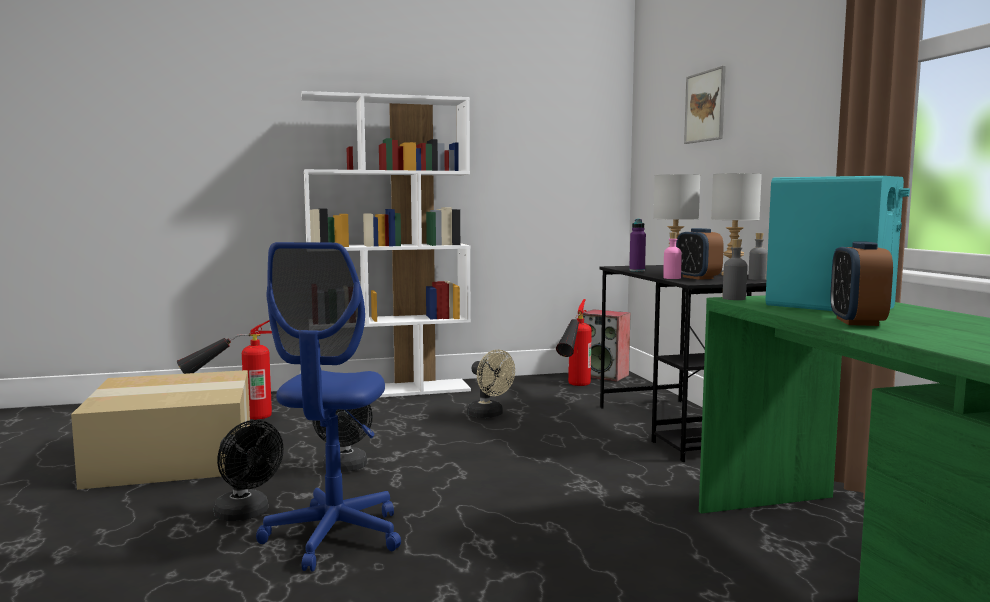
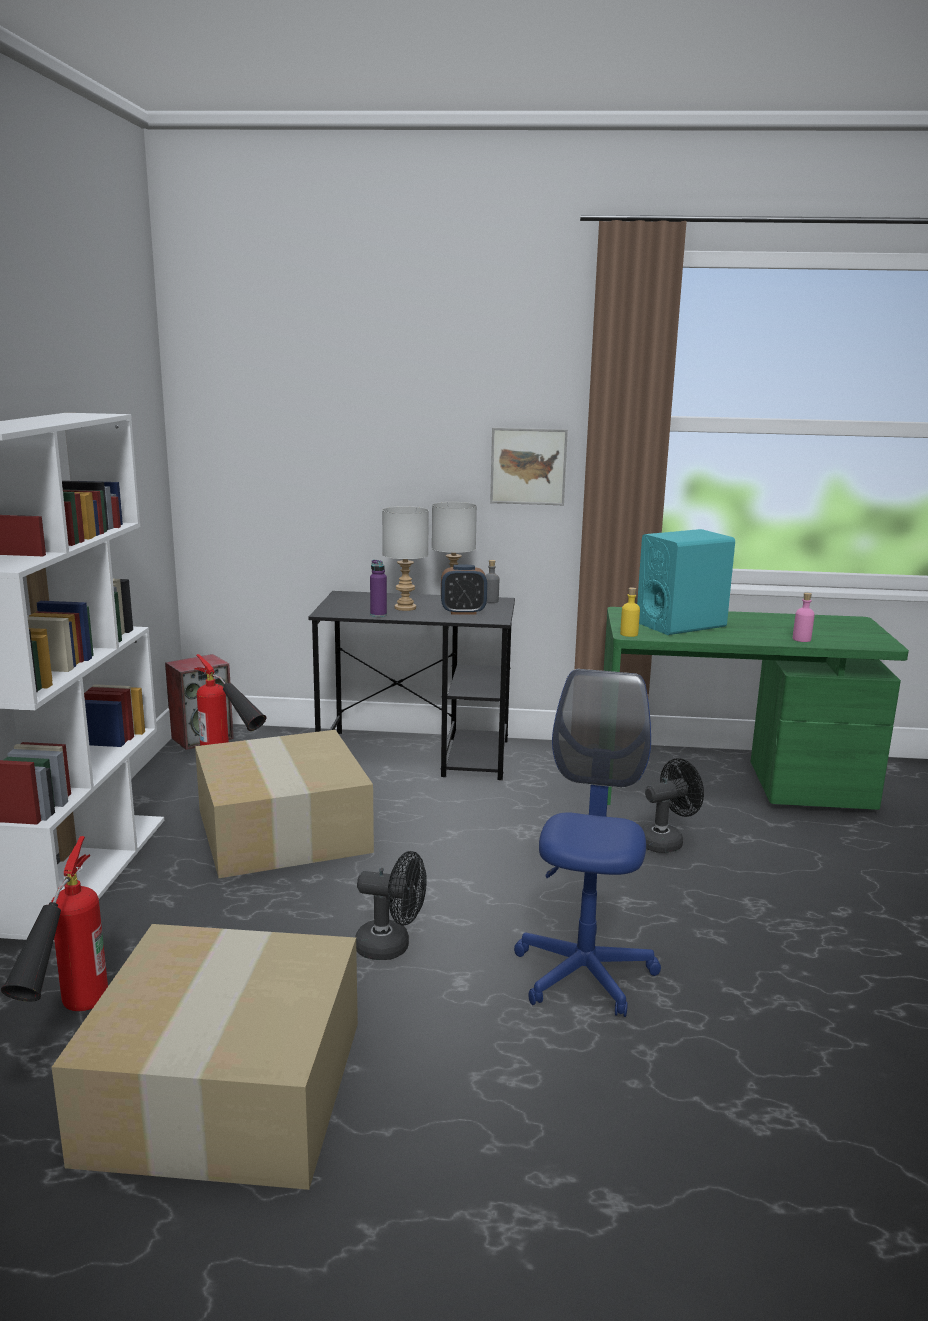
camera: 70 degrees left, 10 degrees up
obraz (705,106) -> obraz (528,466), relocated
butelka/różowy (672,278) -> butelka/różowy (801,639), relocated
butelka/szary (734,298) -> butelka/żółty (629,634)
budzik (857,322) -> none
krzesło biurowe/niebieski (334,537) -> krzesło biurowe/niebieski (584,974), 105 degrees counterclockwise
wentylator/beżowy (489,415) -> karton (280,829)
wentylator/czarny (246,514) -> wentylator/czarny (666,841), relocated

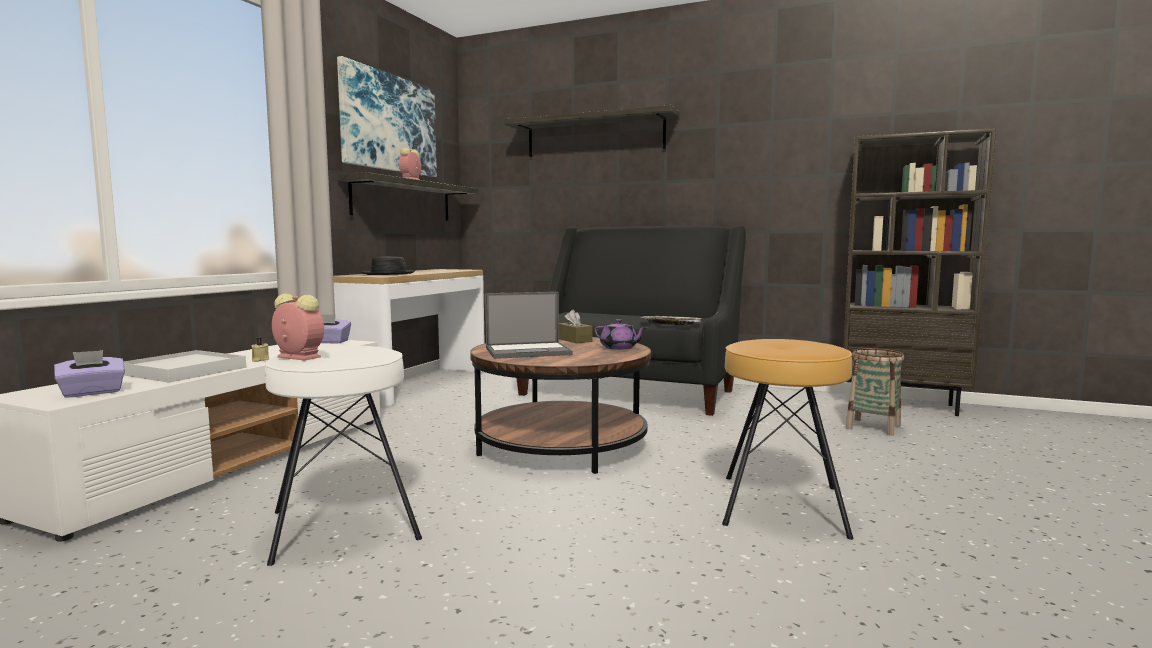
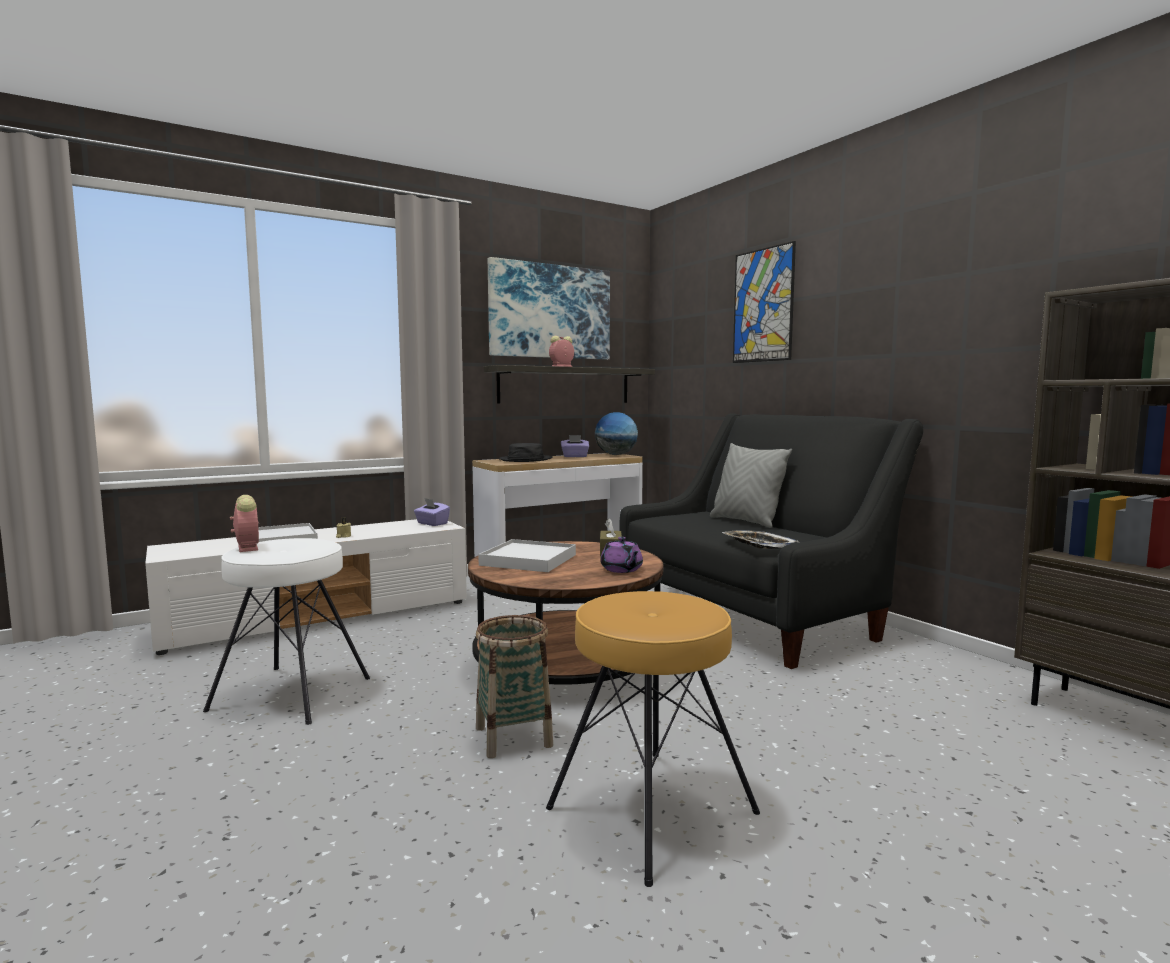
camera: 35 degrees right, 0 degrees up
półka (594,135) -> obraz (763,305)
laptop (529,351) -> taca/biały (529,560)
koszyk (873,427) -> koszyk (513,737), relocated
pudełko chusteczek/fioletowy (92,392) -> pudełko chusteczek/fioletowy (575,456), relocated
none -> globus (616,455)
none -> poduszka/szary (746,521)

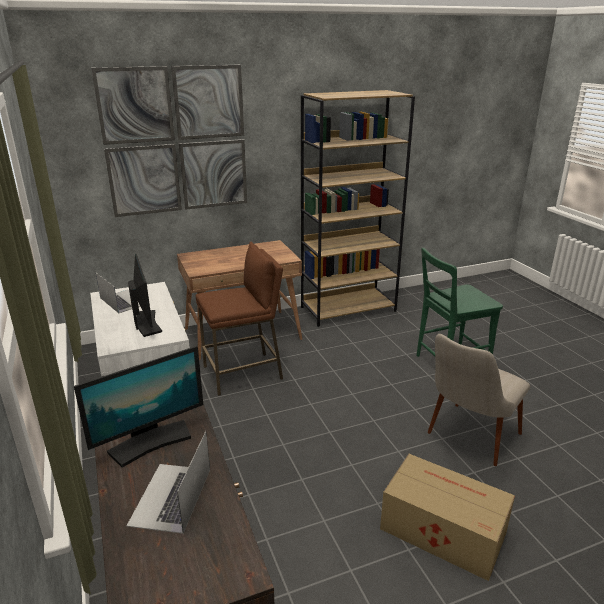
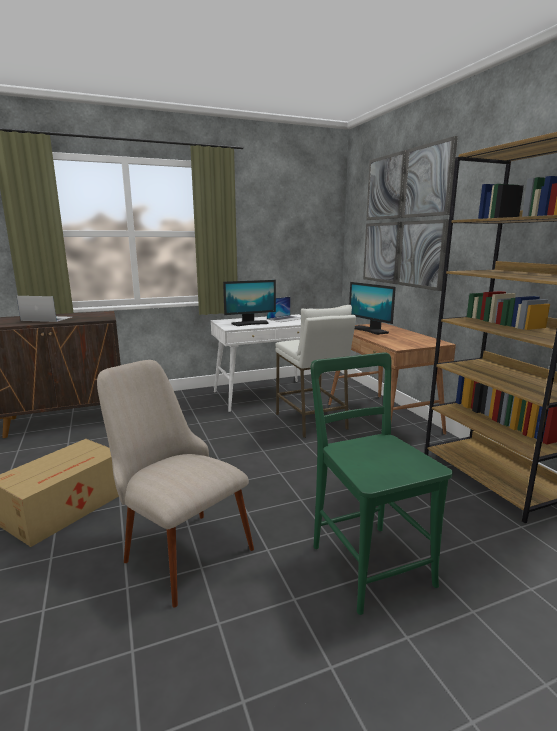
camera: 90 degrees right, 10 degrees down
stołek/brązowy (243,373) -> stołek/biały (311,421)
monitor (150,442) -> monitor (370,330), relocated

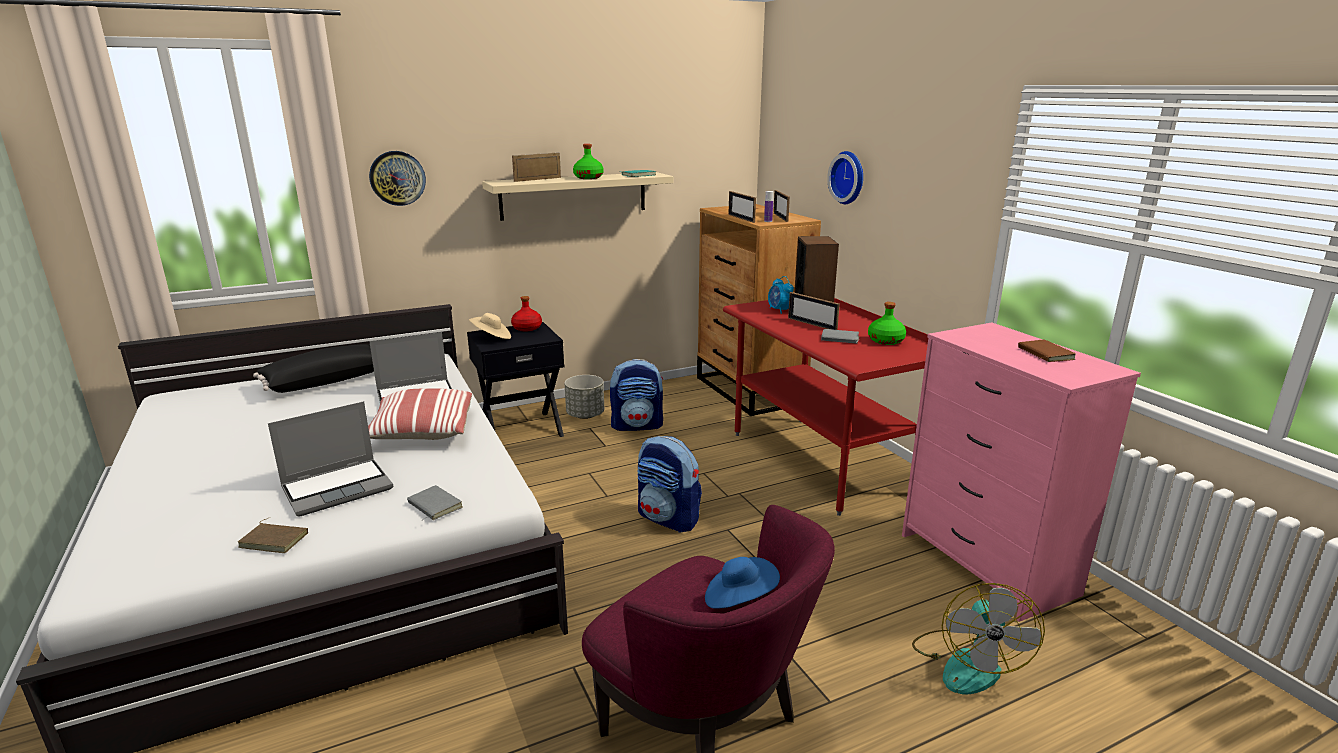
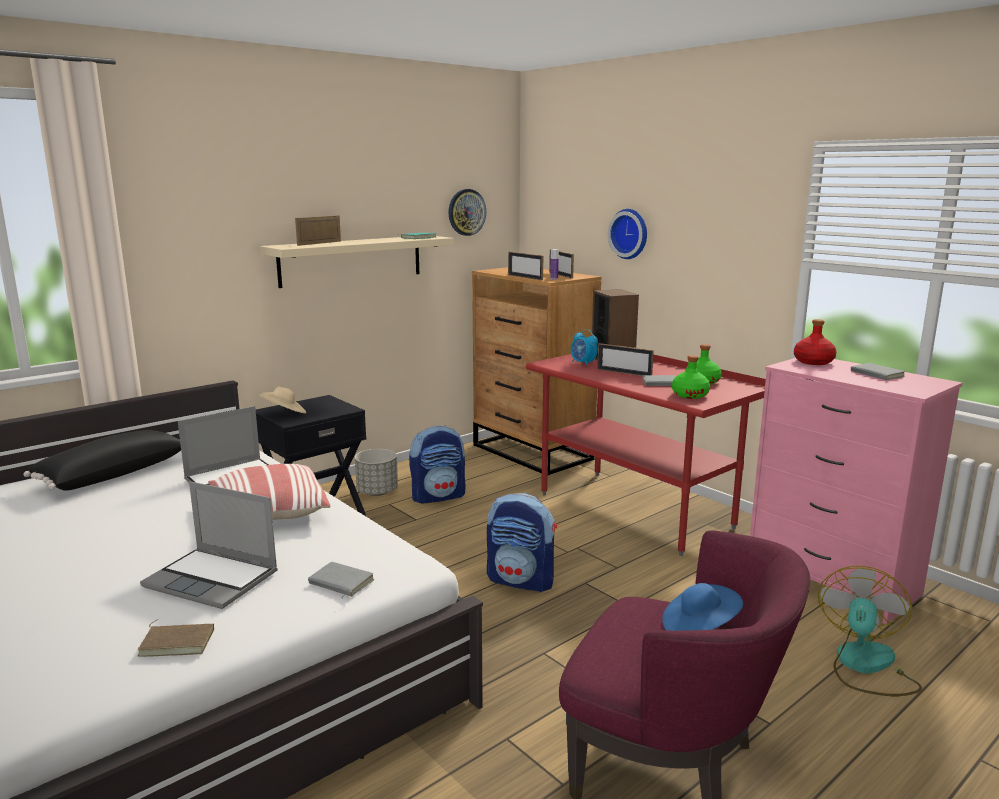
camera: 15 degrees left, 5 degrees down
butelka/zielony (588,178) -> butelka/zielony (690,395), relocated
zegar ścienny (397,178) -> zegar ścienny (466,212), relocated
butelka/czerwony (527,328) -> butelka/czerwony (814,362), relocated
książka/brązowy (1043,354) -> książka/szary (875,374)
laptop (338,488) -> laptop (214,579), 75 degrees clockwise
wentylator (967,662) -> wentylator (865,666), 150 degrees counterclockwise

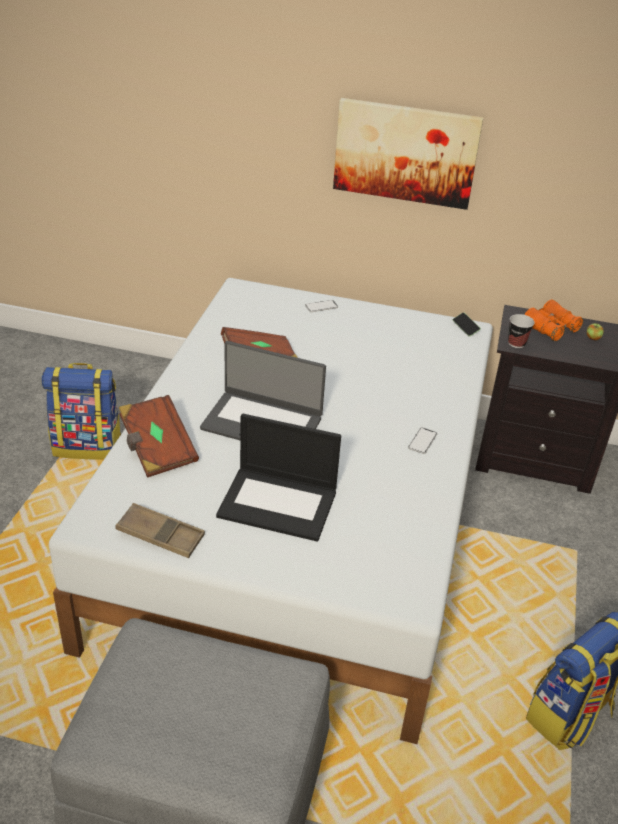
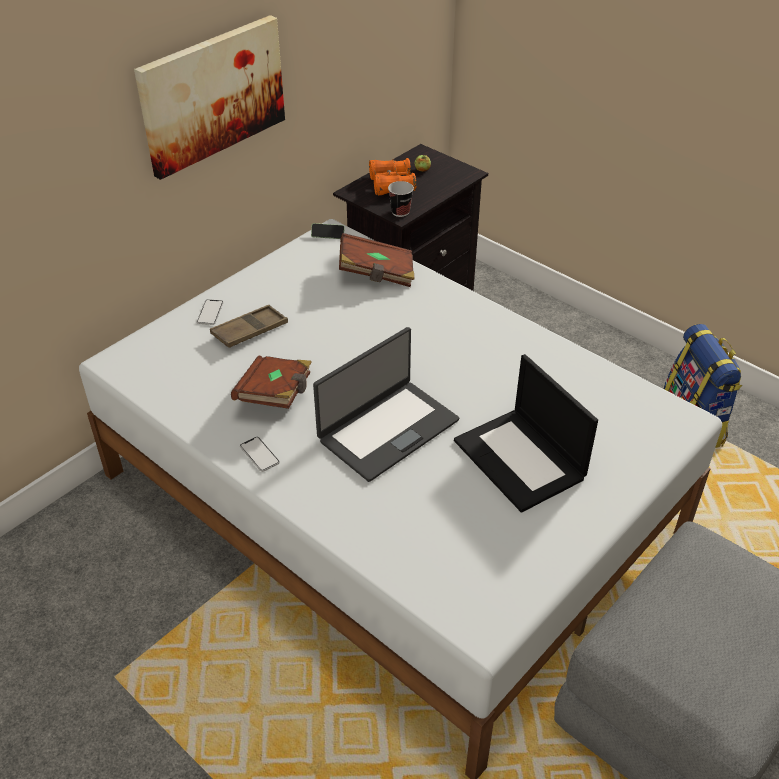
camera: 60 degrees left, 5 degrees up
plecak (88,446) -> none
książka/brązowy (157,449) -> książka/brązowy (376,274), relocated
laptop (279,503) -> laptop (521,460), 105 degrees clockwise
telefon (422,441) -> telefon (259,455), relocated
taca/brązowy (160,535) -> taca/brązowy (250,331), relocated

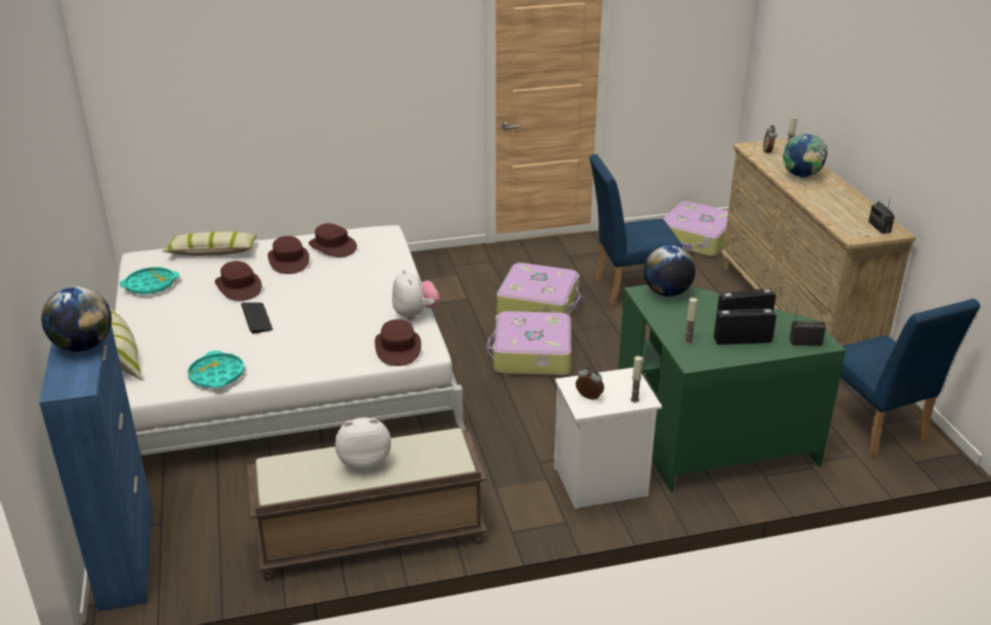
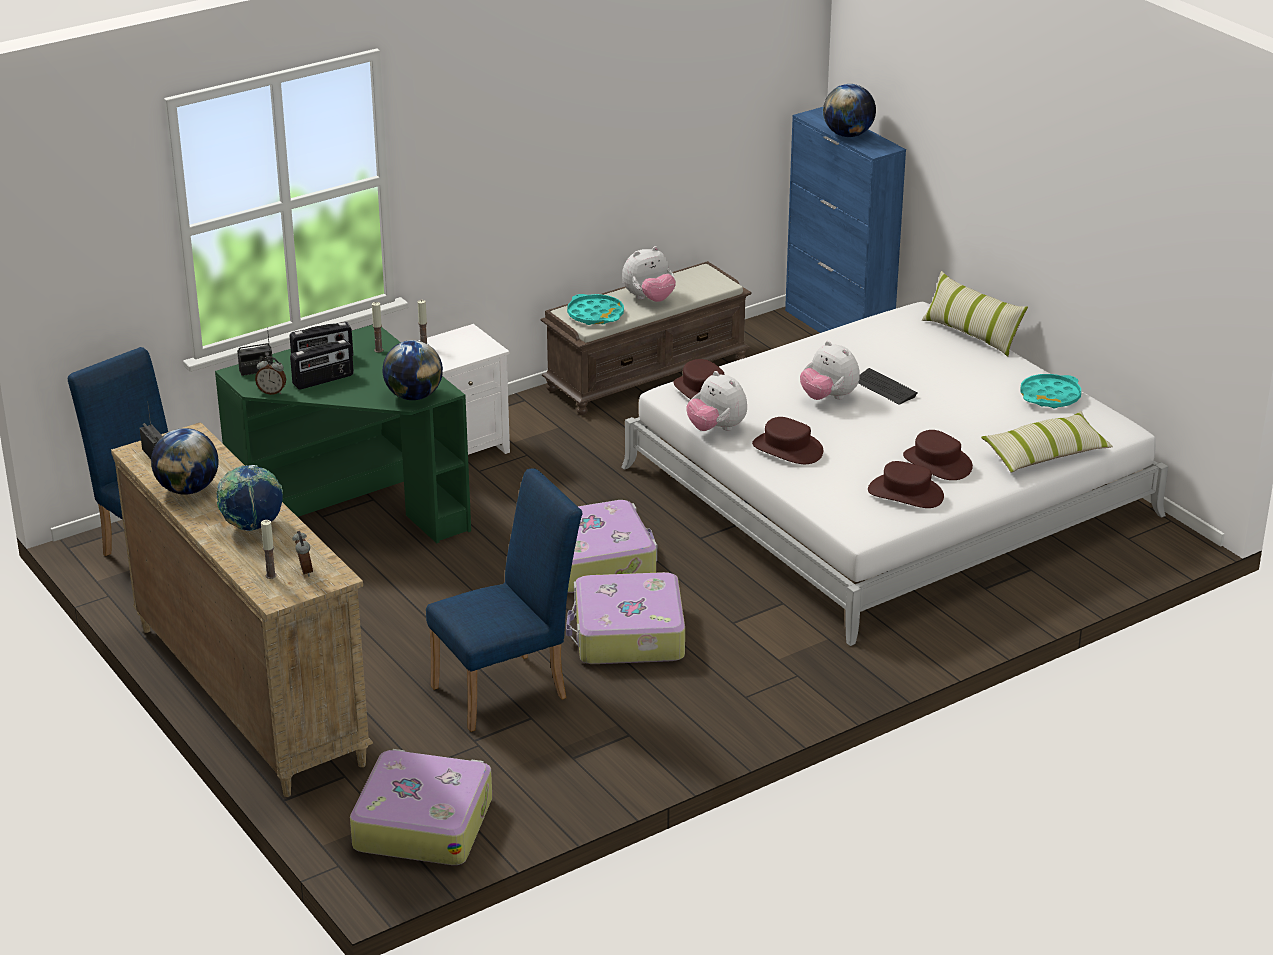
camera: 160 degrees right, 0 degrees up
kapelusz/brązowy (239,287) -> kapelusz/brązowy (787,449), relocated
taca/turkusowy (217,375) -> taca/turkusowy (595,315), relocated
budzik (588,398) -> budzik (272,392), relocated
none -> pluszak (828,397)
none -> globus (188,489)

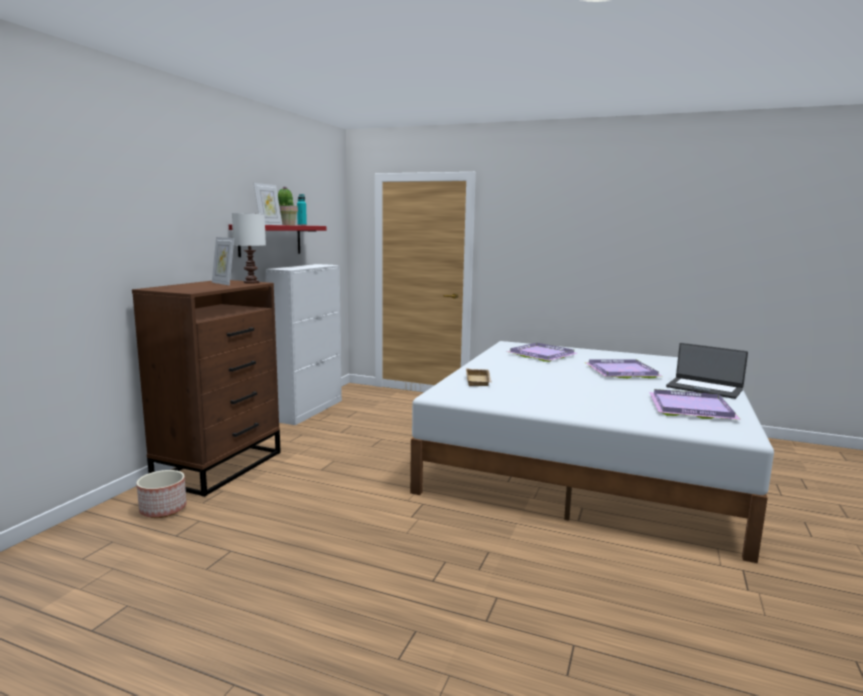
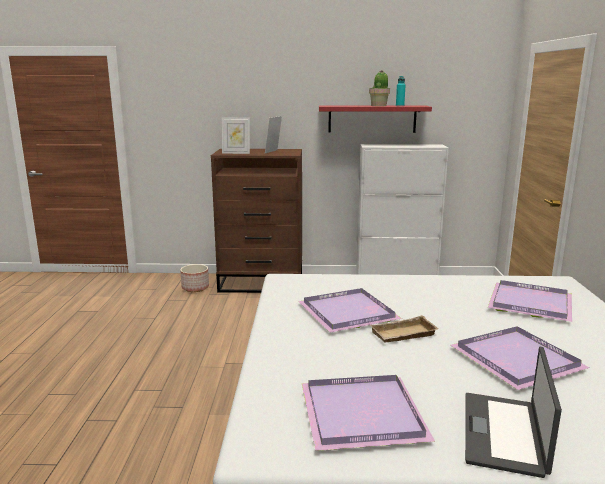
camera: 70 degrees right, 5 degrees up
ramka na zdjęcie (269,224) -> ramka na zdjęcie (236,153), relocated
lampa stołowa/biały (251,282) -> none
taca/beżowy (479,381) -> taca/beżowy (403,335), relocated
none -> taca/fioletowy (350,313)

